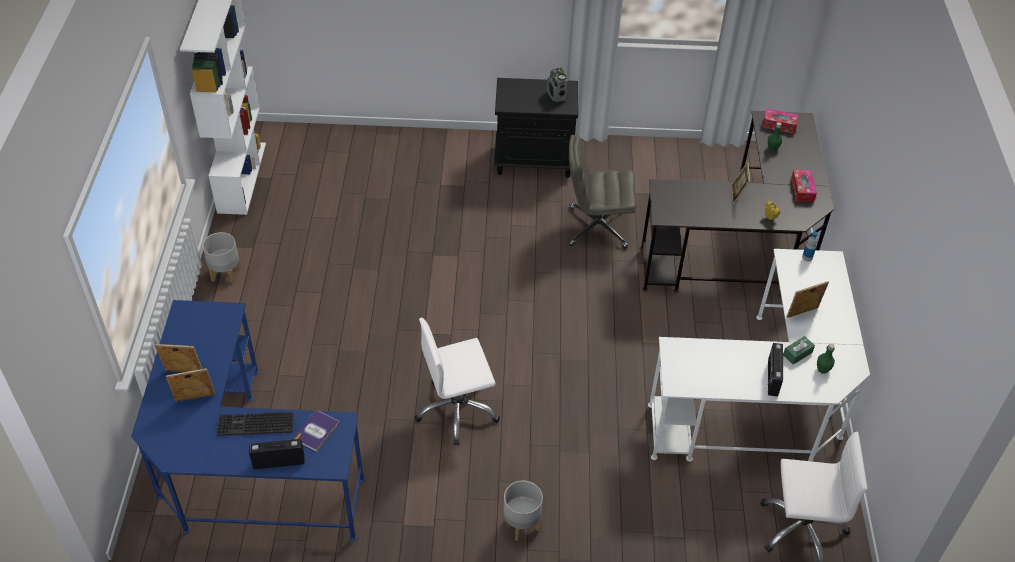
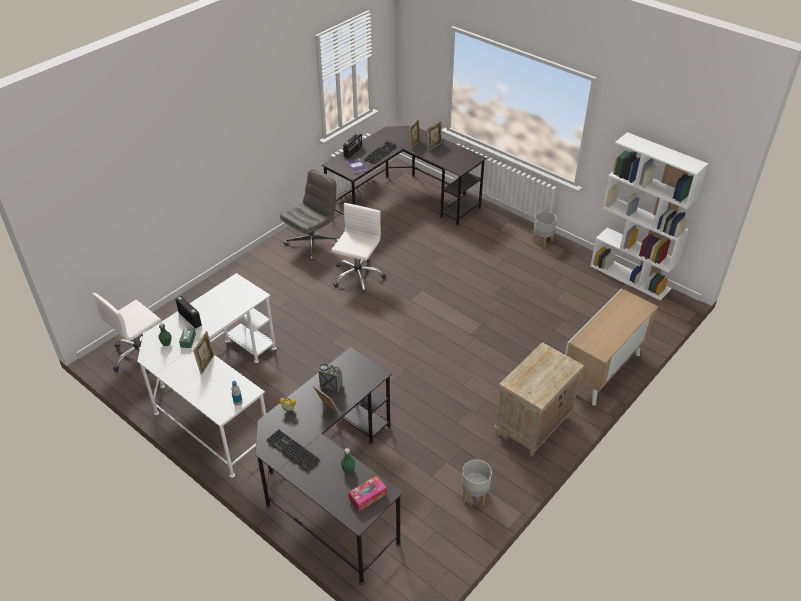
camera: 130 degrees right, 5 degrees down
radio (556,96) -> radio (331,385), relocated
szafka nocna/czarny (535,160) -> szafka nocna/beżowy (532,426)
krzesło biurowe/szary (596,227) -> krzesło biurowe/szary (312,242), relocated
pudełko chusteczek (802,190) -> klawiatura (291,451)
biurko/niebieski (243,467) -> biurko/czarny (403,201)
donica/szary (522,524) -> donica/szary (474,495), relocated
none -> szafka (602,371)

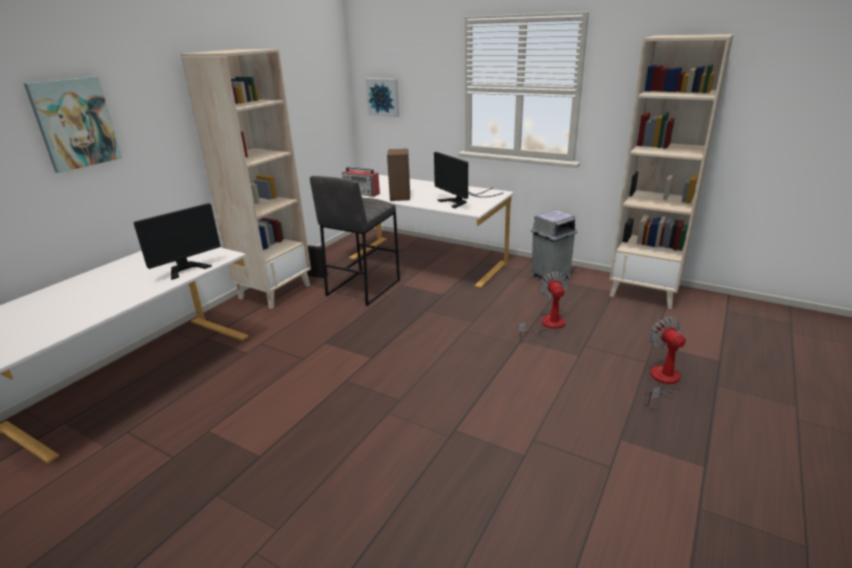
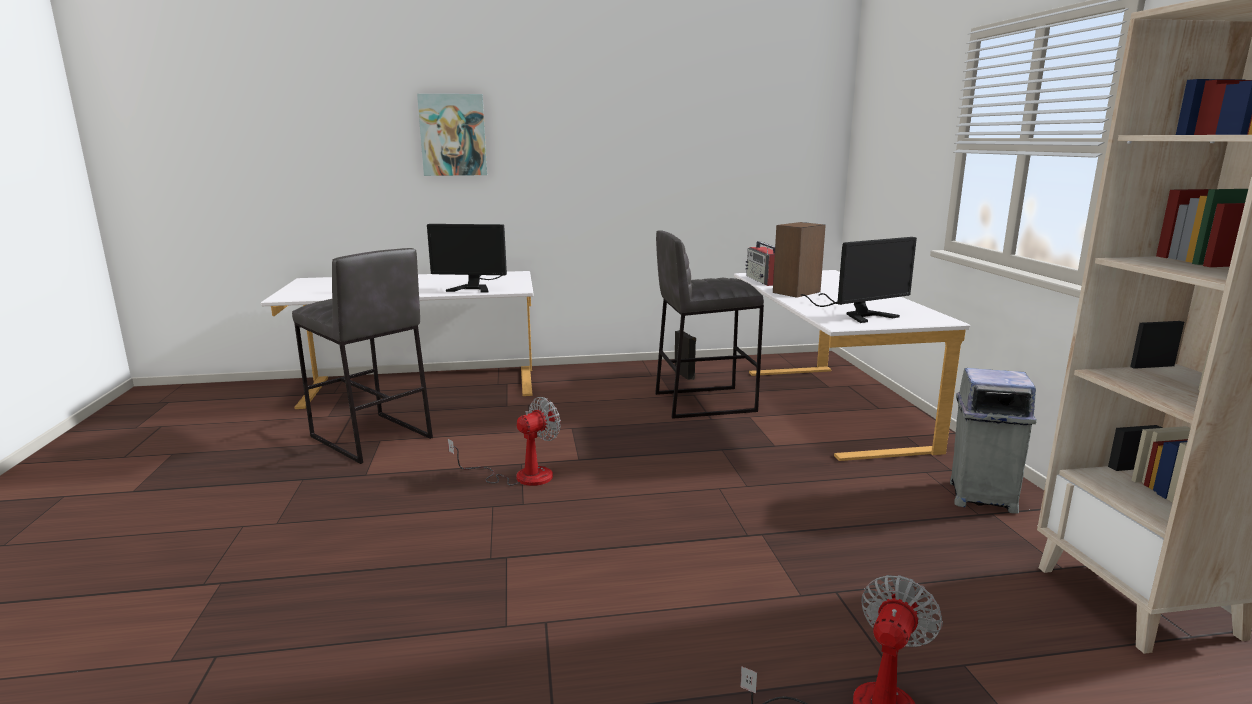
camera: 50 degrees right, 10 degrees down
regał/beżowy (275,291) -> none
obraz (383,97) -> none
monitor (461,201) -> monitor (857,313), 135 degrees counterclockwise
wentylator (547,326) -> wentylator (520,476), relocated
none -> stołek/szary (370,438)

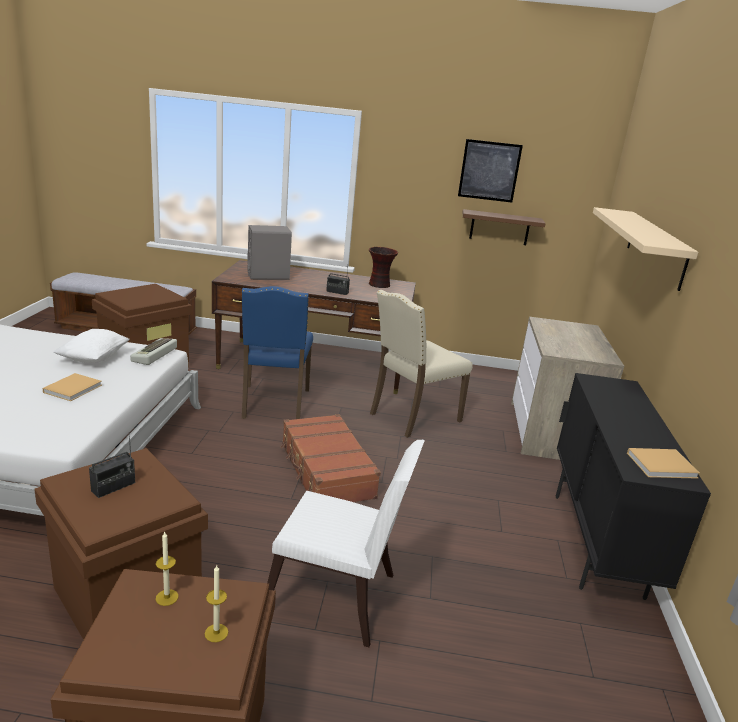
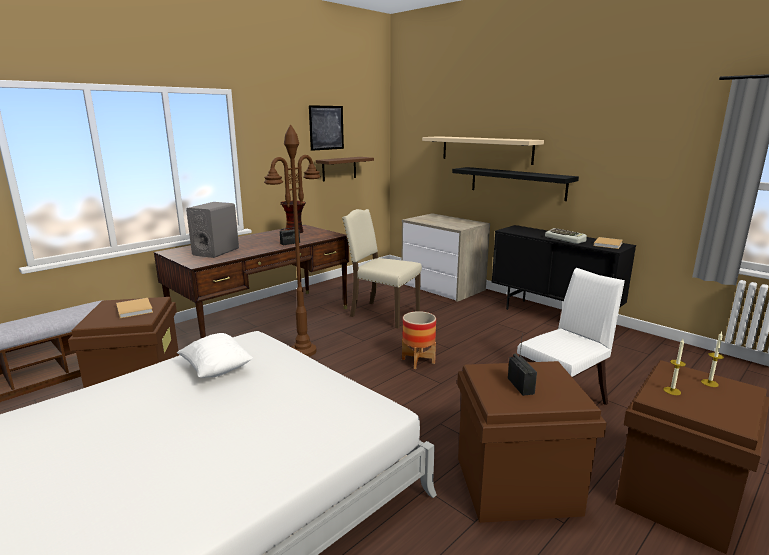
camera: 50 degrees left, 5 degrees down
krzesło/niebieski (274,404) -> lampa stojąca/brązowy (303,351)
krzesło/beżowy (412,417) -> krzesło/beżowy (382,313), 120 degrees clockwise
klawiatura (155,355) -> klawiatura (565,239), relocated
książka/beżowy (74,388) -> książka/beżowy (134,309), relocated
walizka/brązowy (326,471) -> donica (418,361)
none -> półka/czarny (517,183)

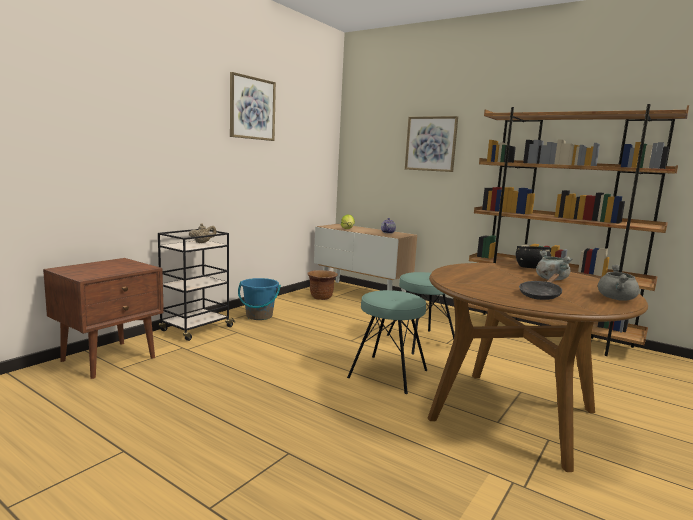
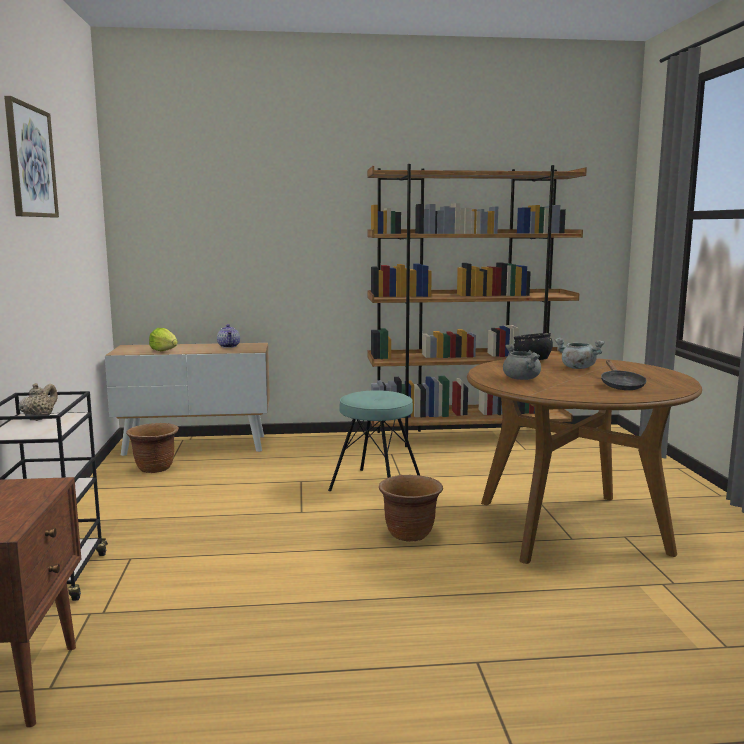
camera: 40 degrees left, 0 degrees up
obraz (431,144) -> none
garnek/szary (617,299) -> garnek/szary (522,379), relocated
wiadro/niebieski (259,316) -> none
stołek/turkusowy (388,374) -> donica/brązowy (410,534)

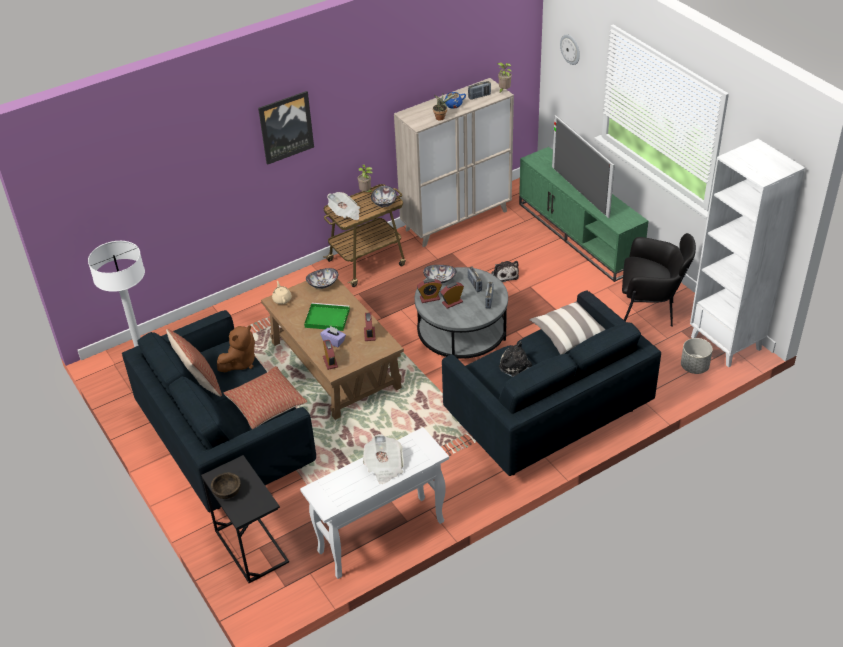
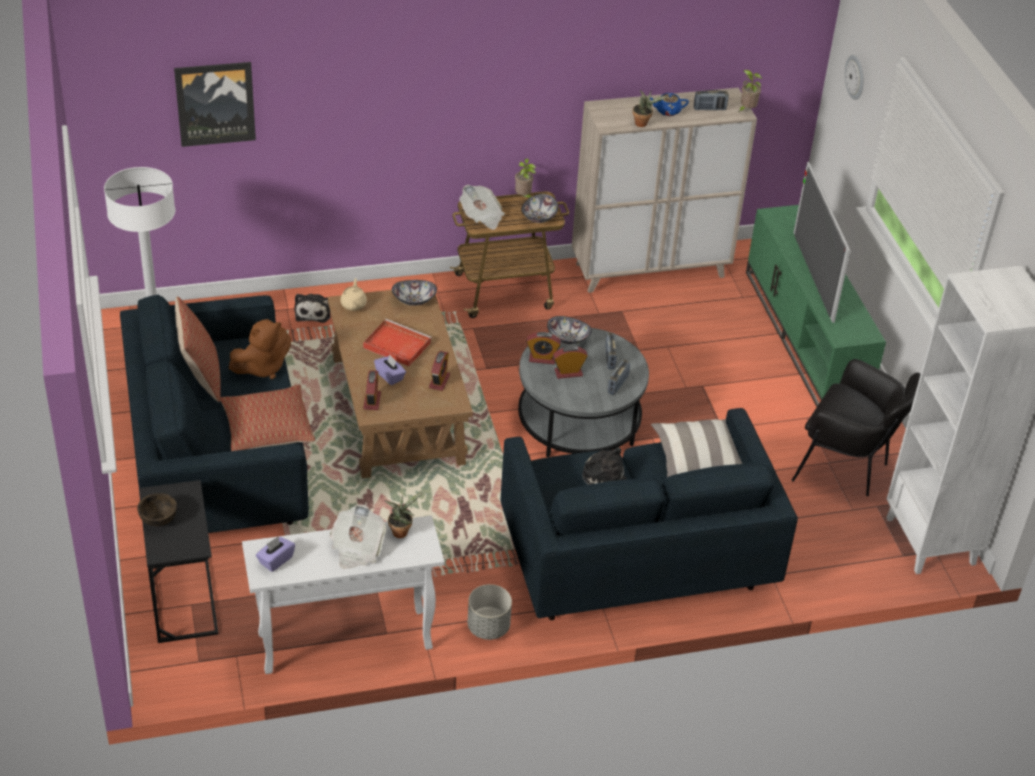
camera: 15 degrees right, 0 degrees up
obraz (286,127) -> obraz (215,103), relocated
pluszak (504,275) -> pluszak (313,312), relocated
taca/zielony (326,318) -> taca/czerwony (395,345)
donica/szary (694,367) -> donica/szary (488,627), relocated
none -> roślina doniczkowa (401,531)
none -> pudełko chusteczek/fioletowy (275,560)

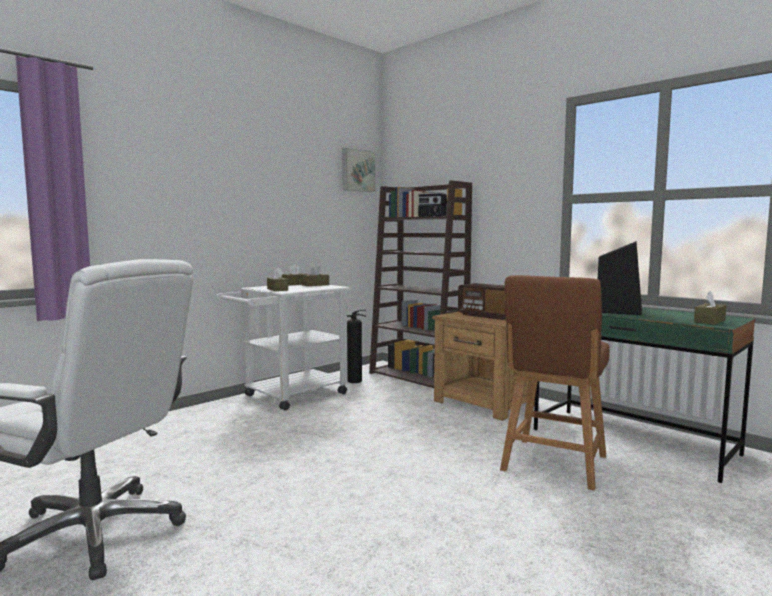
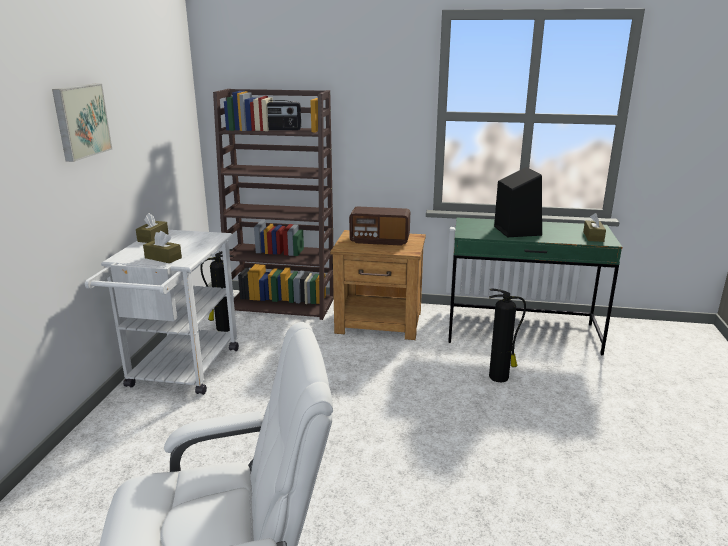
camera: 35 degrees left, 15 degrees up
obraz (357,170) -> obraz (80,121), relocated
pudełko chusteczek/brązowy (315,285) -> none
stołek/brązowy (553,465) -> gaśnica (500,377)

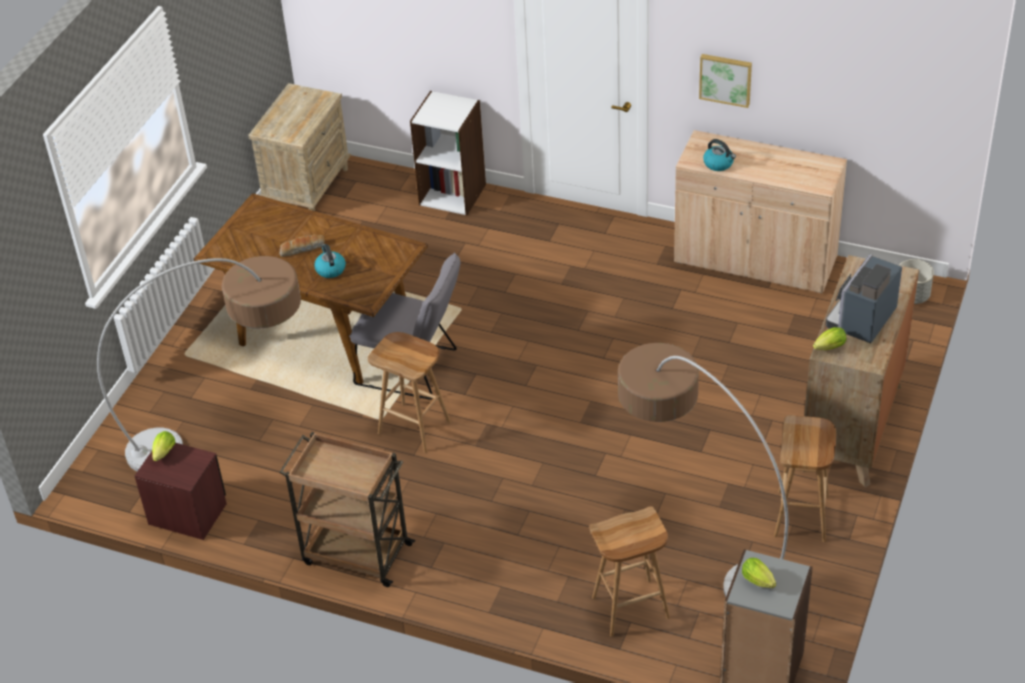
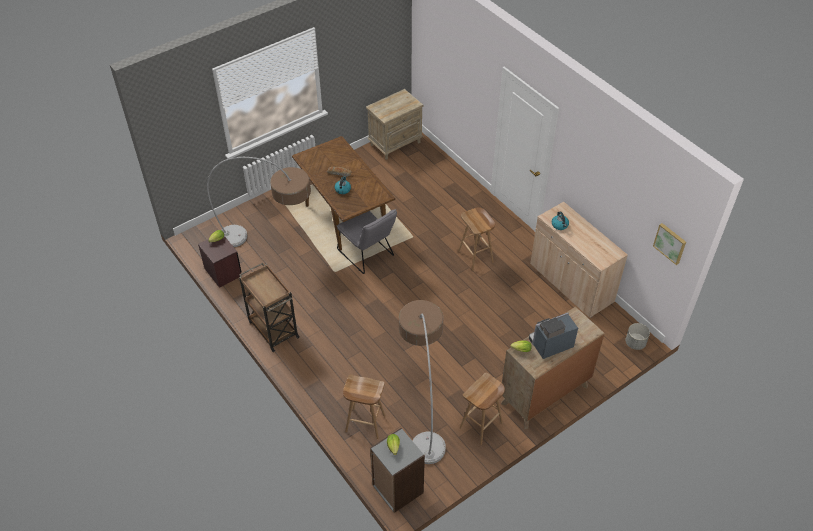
camera: 30 degrees right, 5 degrees up
obraz (726,79) -> obraz (670,243), relocated
regał/biały (453,194) -> none
stołek/brązowy (415,427) -> stołek/brązowy (476,257), relocated

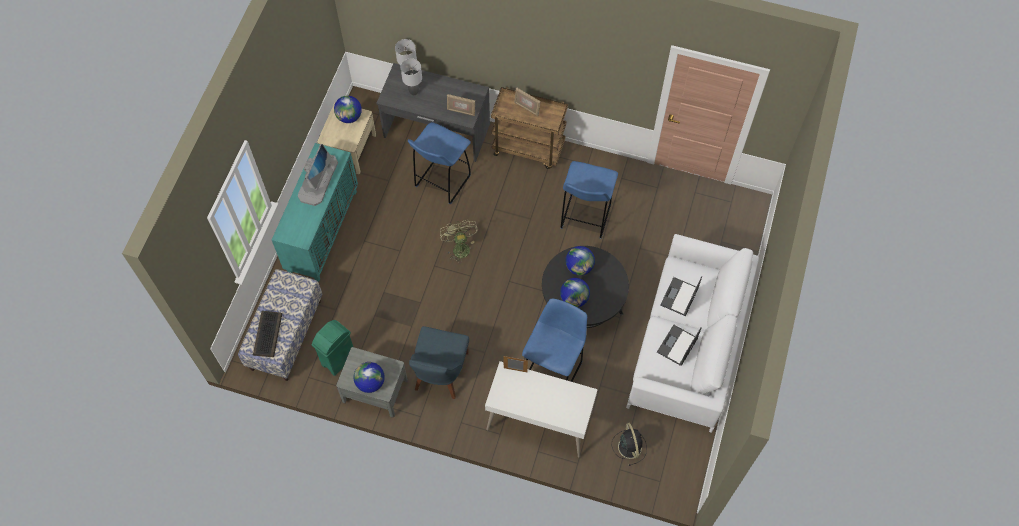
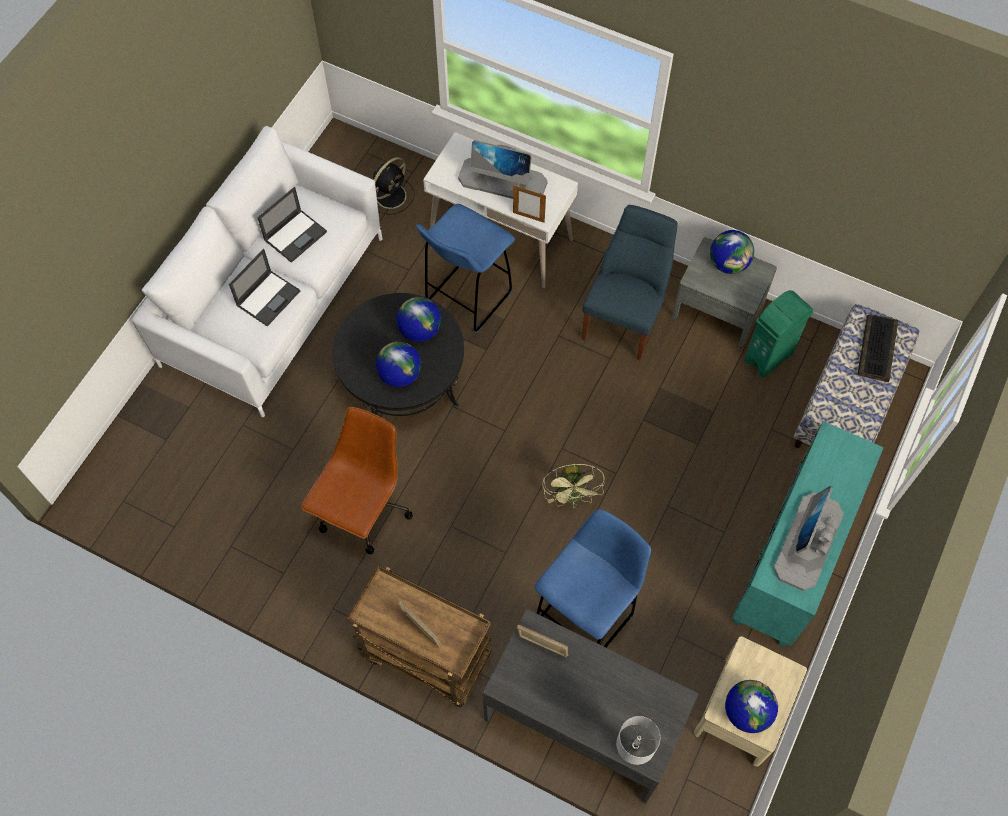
camera: 170 degrees left, 0 degrees up
lampa stołowa/szary (414,91) -> none
stołek/niebieski (585,218) -> krzesło biurowe/brązowy (364,511)
wentylator/czarny (629,446) -> wentylator/czarny (392,195), 135 degrees counterclockwise
none -> monitor (503,181)

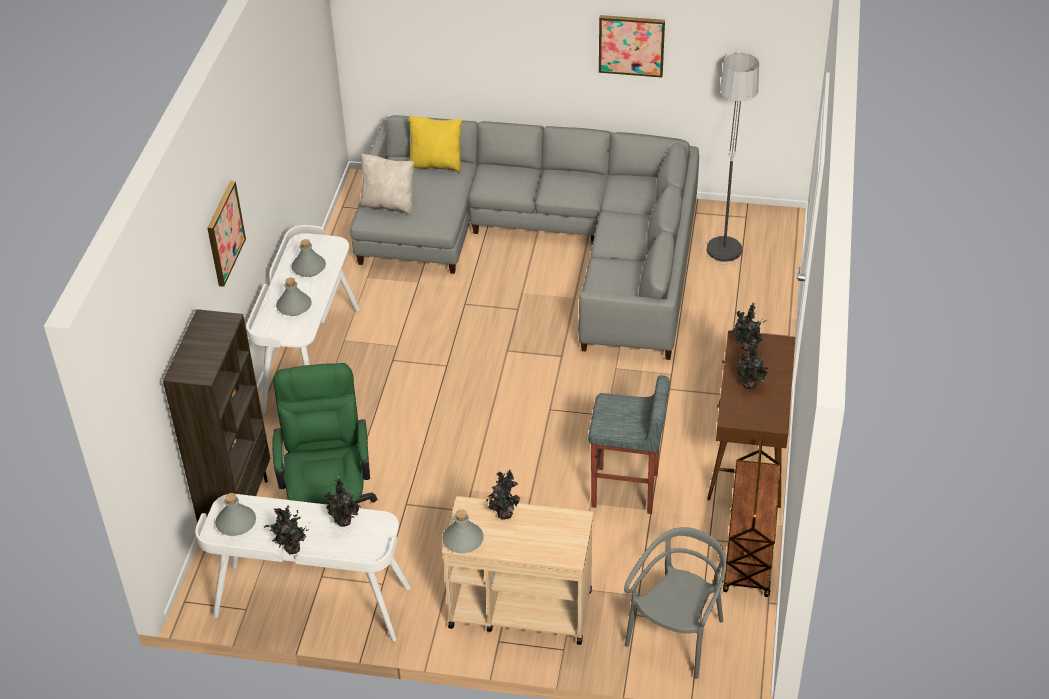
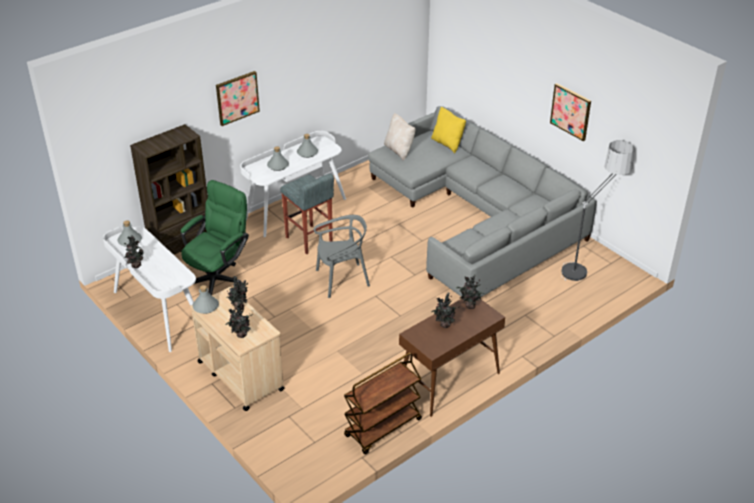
camera: 40 degrees right, 5 degrees down
stołek/szary (626,491) -> stołek/szary (309,240), relocated
roślina doniczkowa (344,522) -> roślina doniczkowa (241,335), relocated
krzesło/szary (677,636) -> krzesło/szary (342,279), relocated

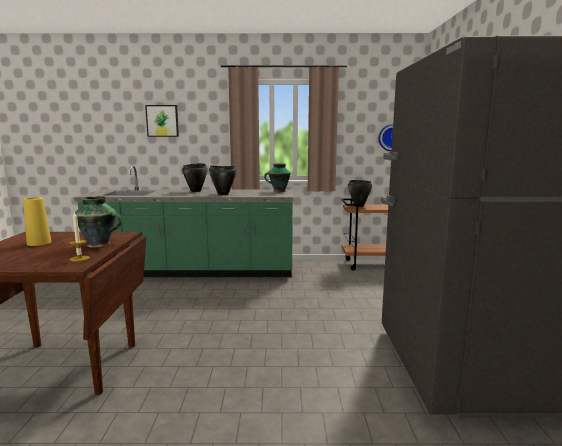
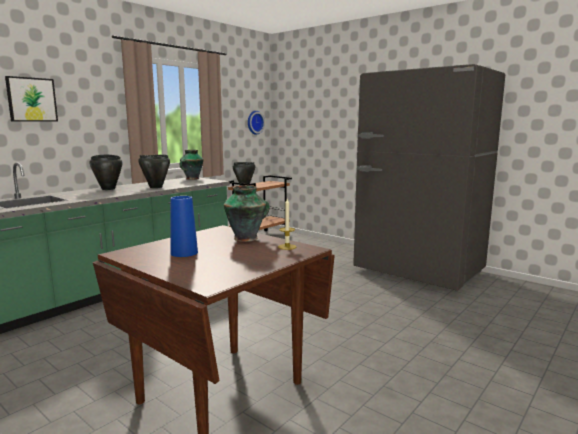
camera: 50 degrees left, 0 degrees up
wazon/żółty (39,243) -> wazon/niebieski (184,253)

